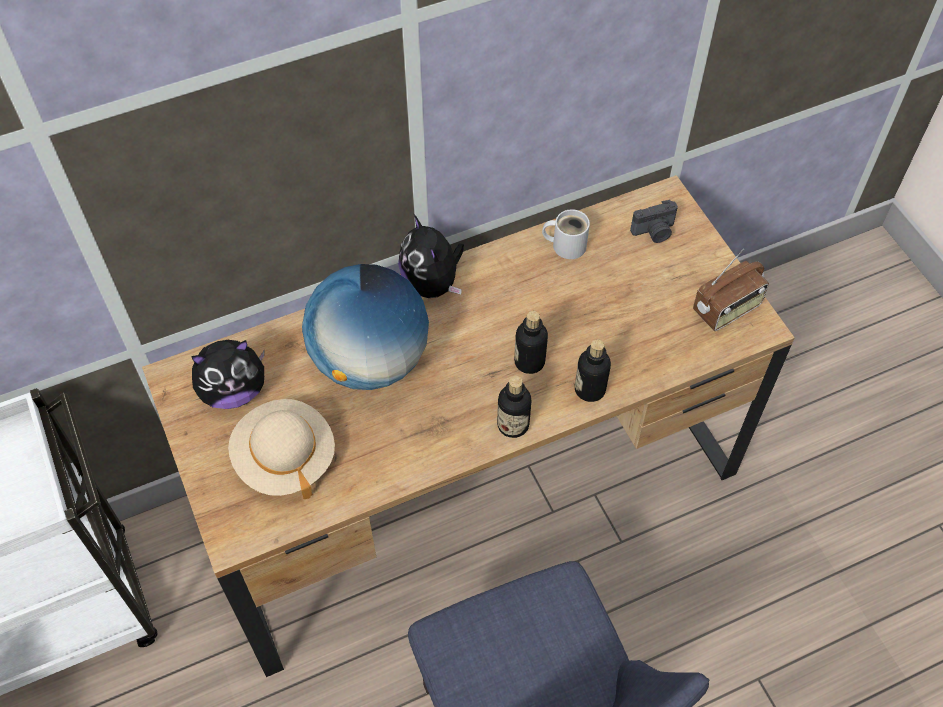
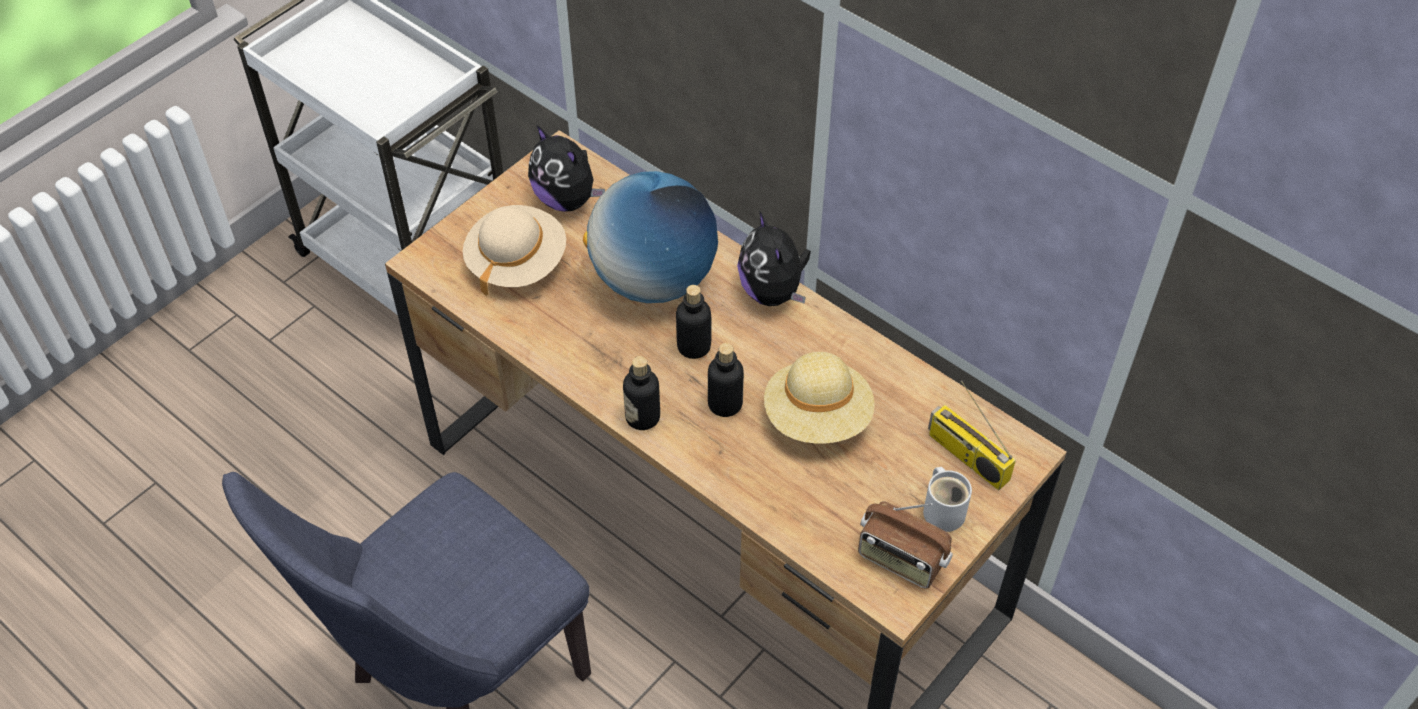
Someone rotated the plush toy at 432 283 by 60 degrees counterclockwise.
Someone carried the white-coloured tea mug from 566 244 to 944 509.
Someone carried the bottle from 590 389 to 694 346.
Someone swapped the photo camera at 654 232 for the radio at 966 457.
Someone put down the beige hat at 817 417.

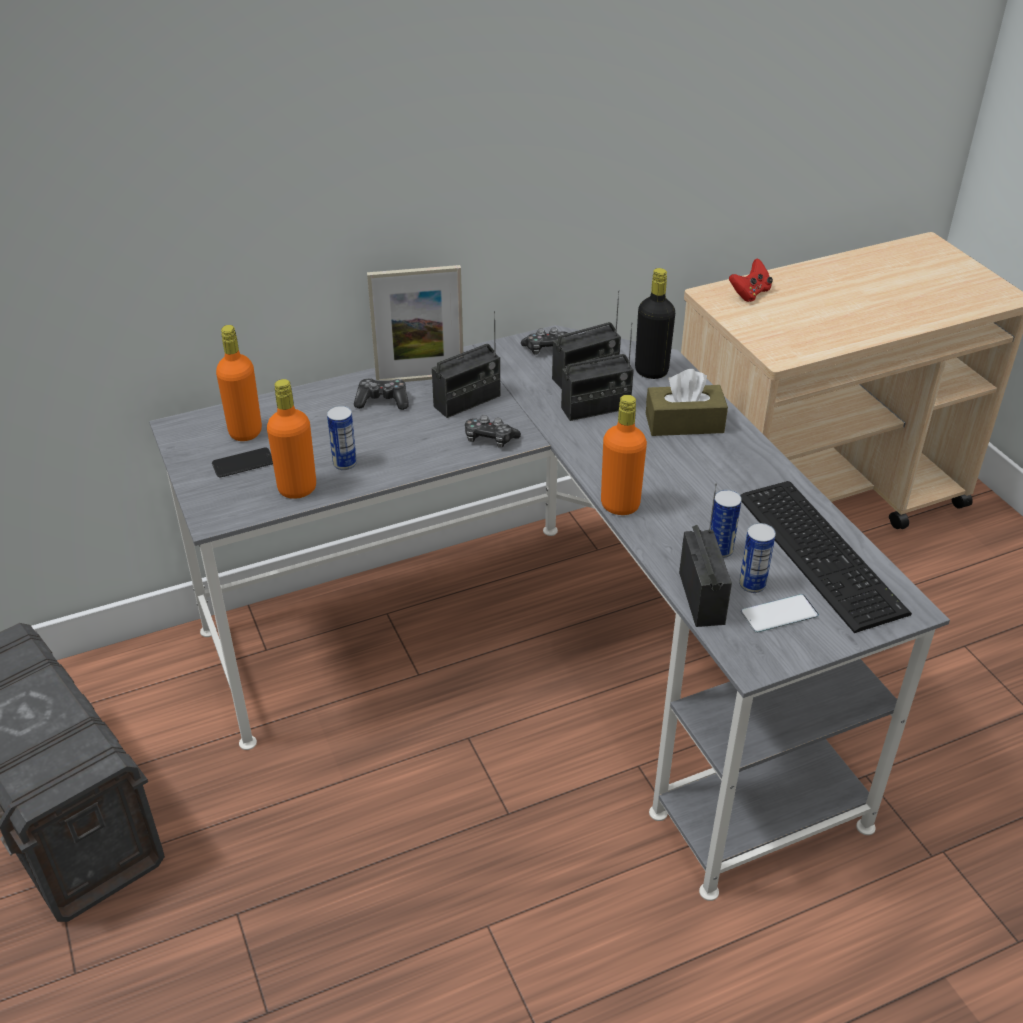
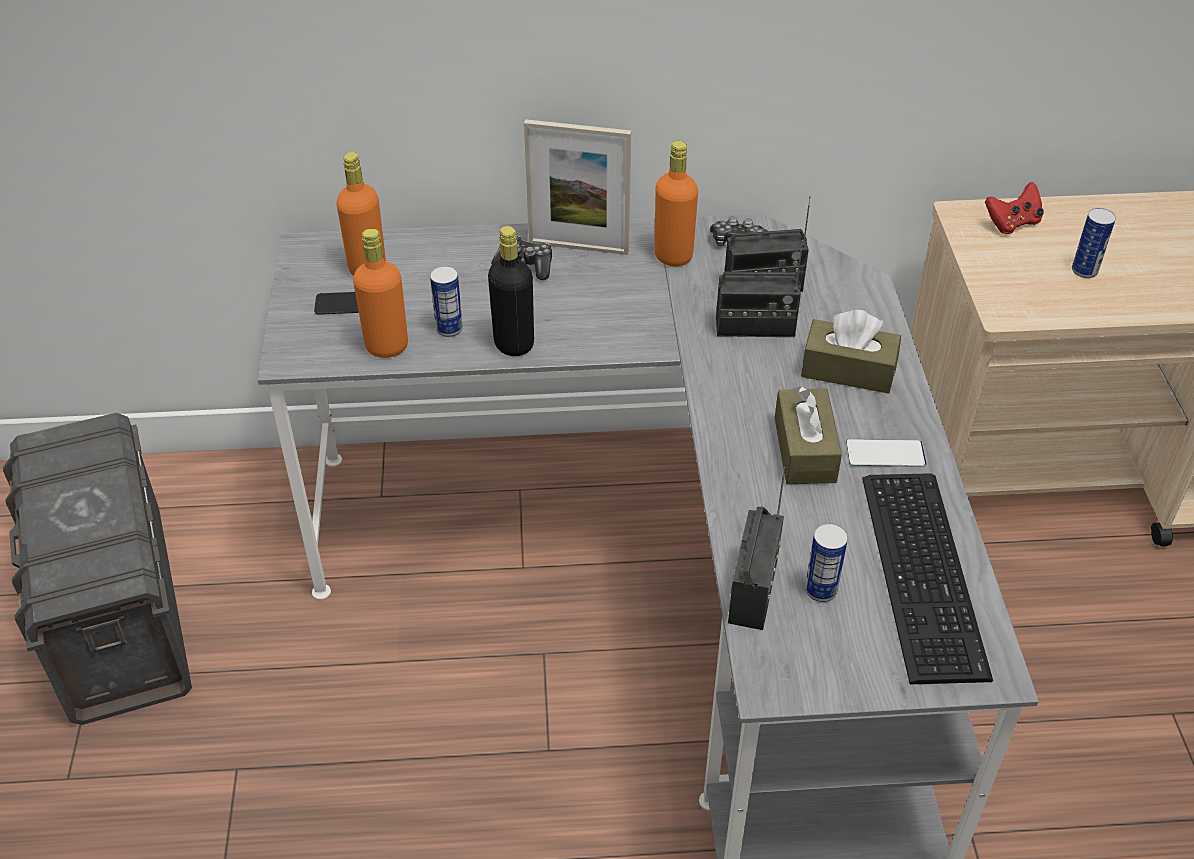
Someone took away the radio at 467 401.
Someone took away the gamepad at 489 439.
Someone carried the orange bottle from 620 505 to 673 256.
Someone carried the black bottle from 651 371 to 514 344.
Someone carried the metal can from 720 550 to 1084 271.
Someone carried the phone from 779 614 to 885 454.
Someone put down the brownish tissue box at 804 450.

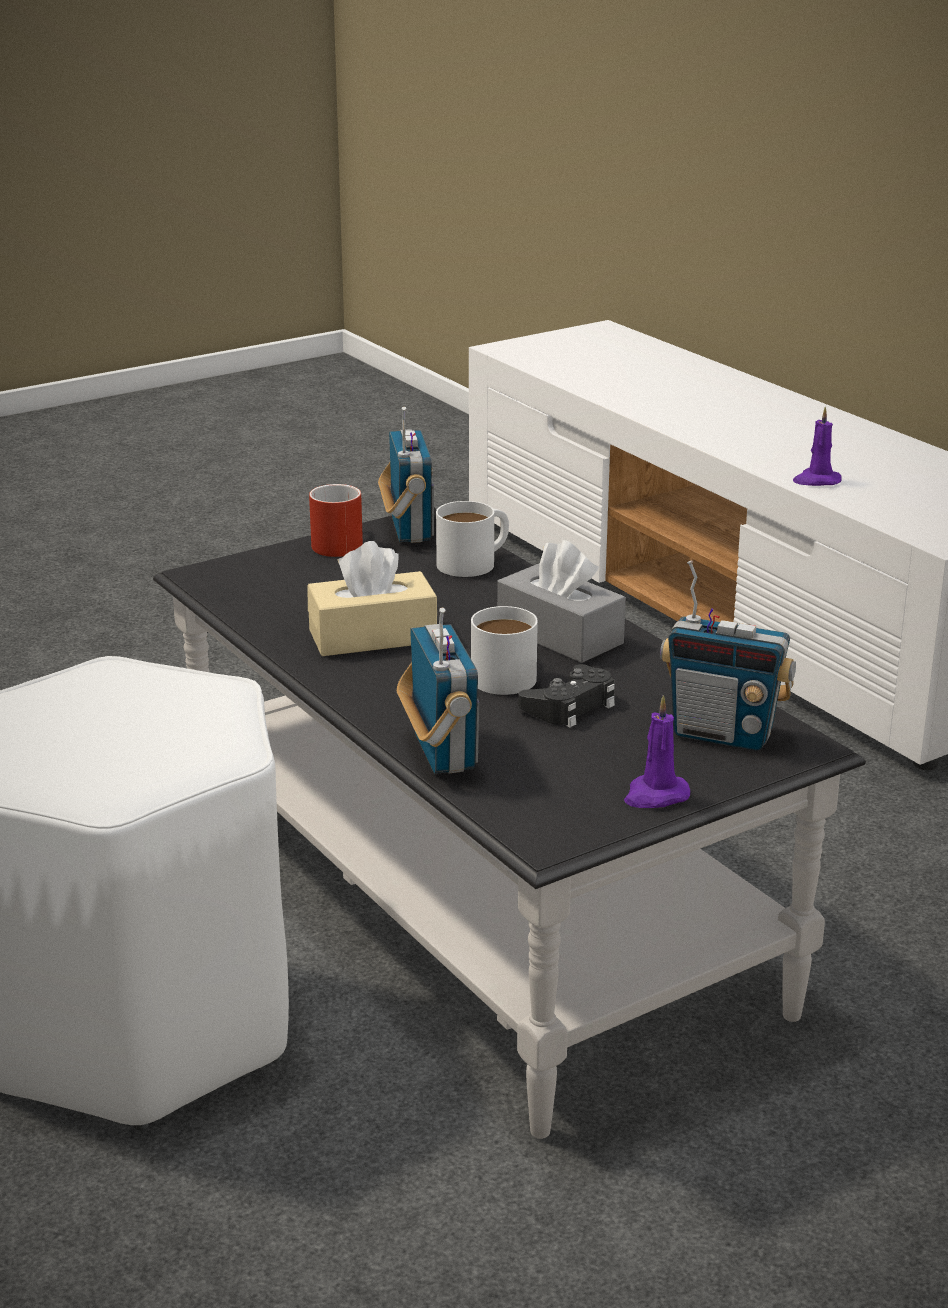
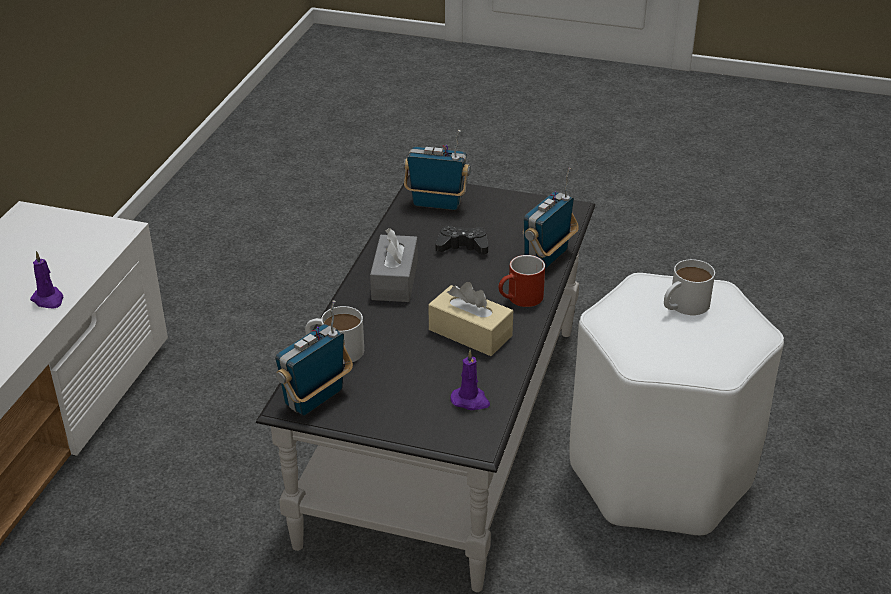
Someone carried the red-coloured tea mug from 337 542 to 520 300.
Someone carried the white-coloured tea mug from 504 672 to 683 306.
Someone carried the purplish wax light from 655 796 to 470 400.
Someone rotated the radio at 722 734 by 60 degrees counterclockwise.

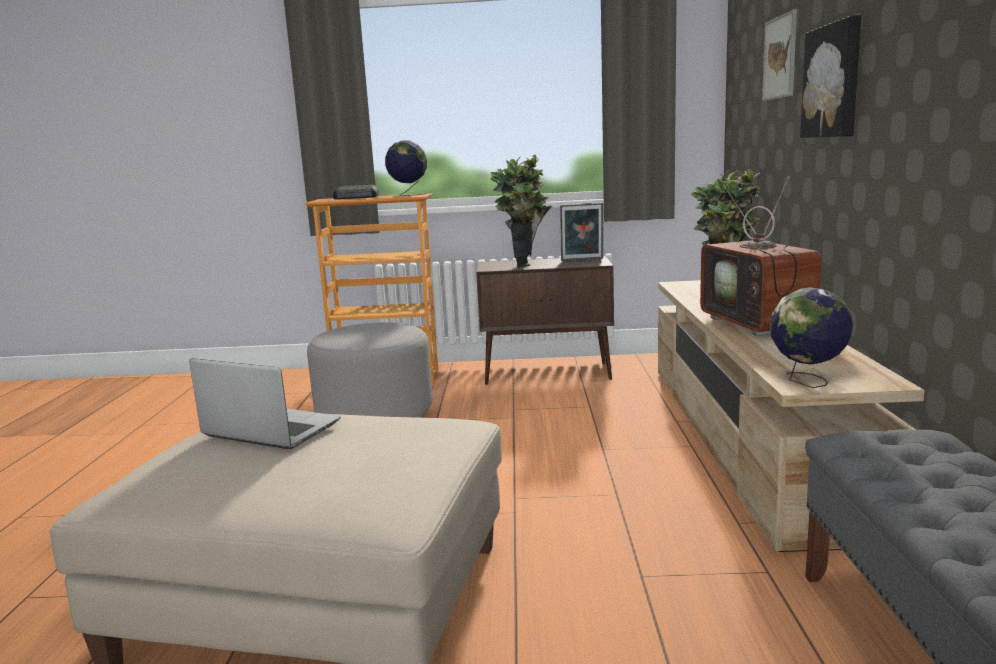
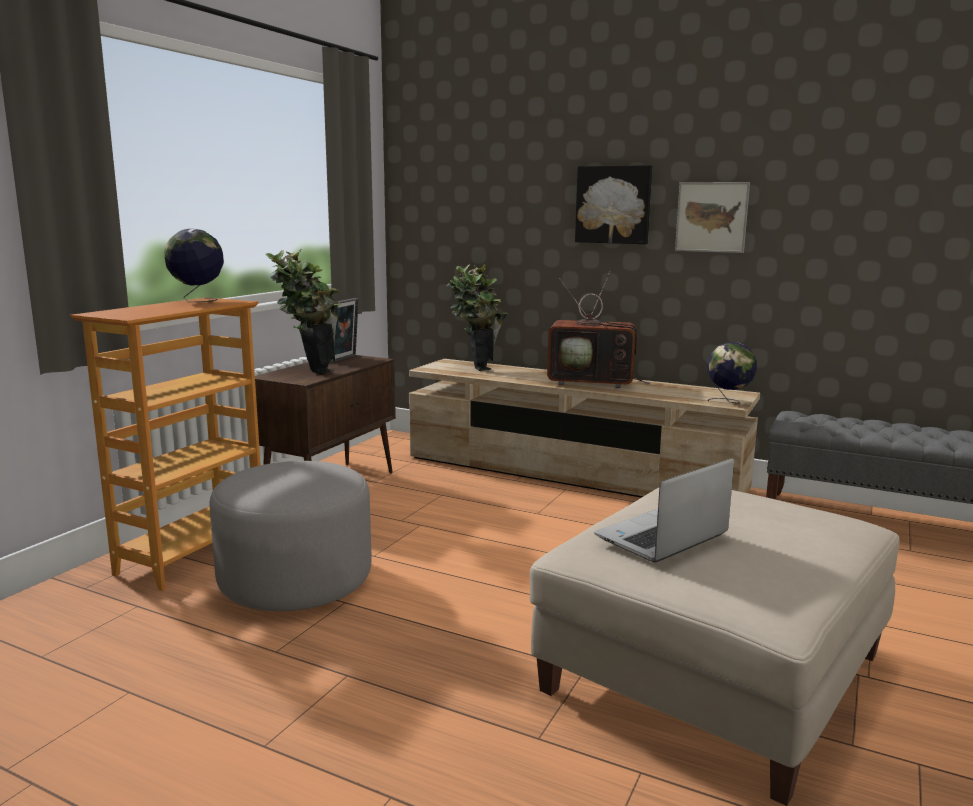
Someone took away the radio at 357 197.
Someone carried the picture from 780 57 to 711 217.

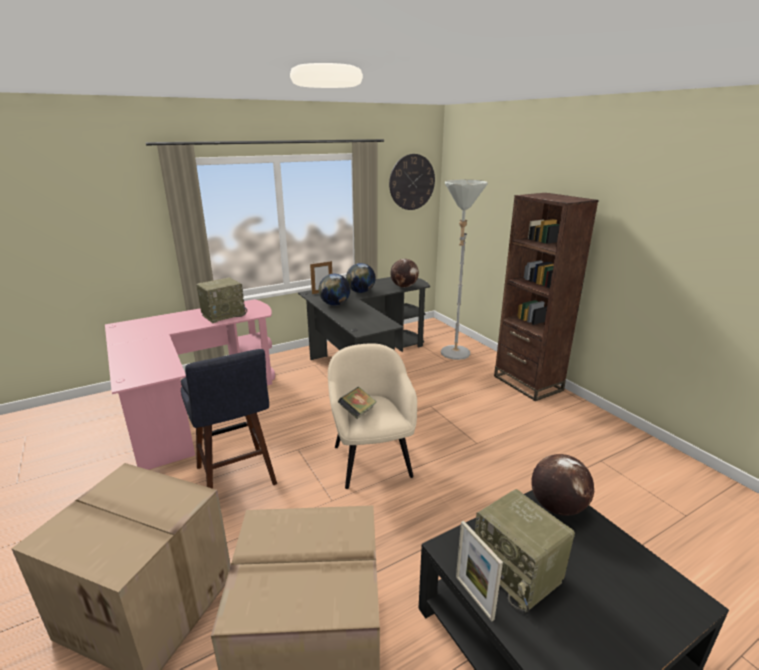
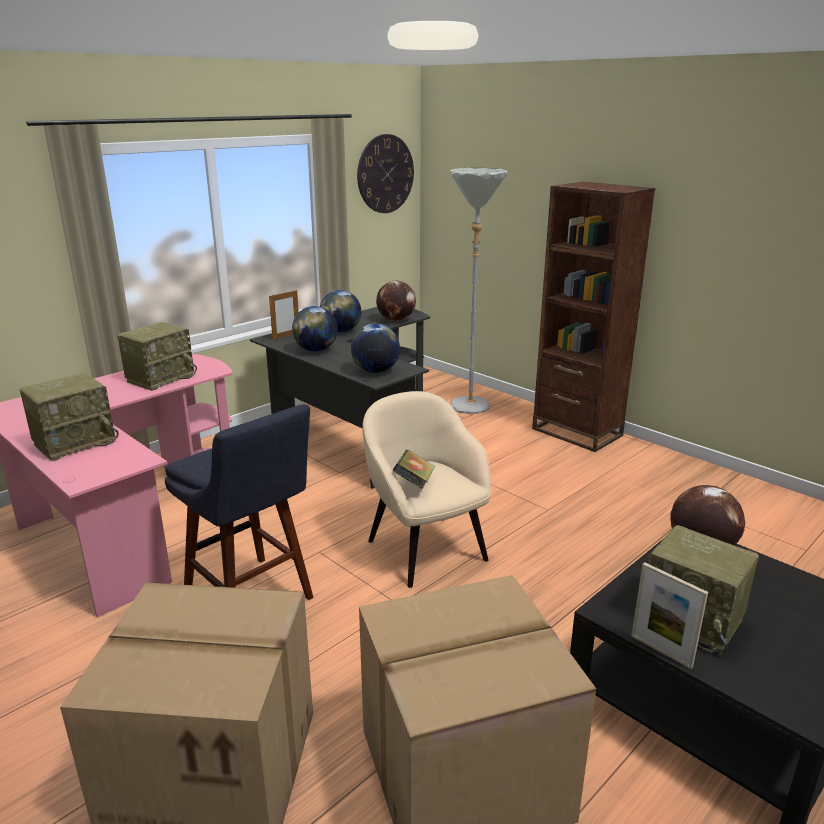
Someone put down the radio at 75 442.
Someone put down the globe at 375 371.

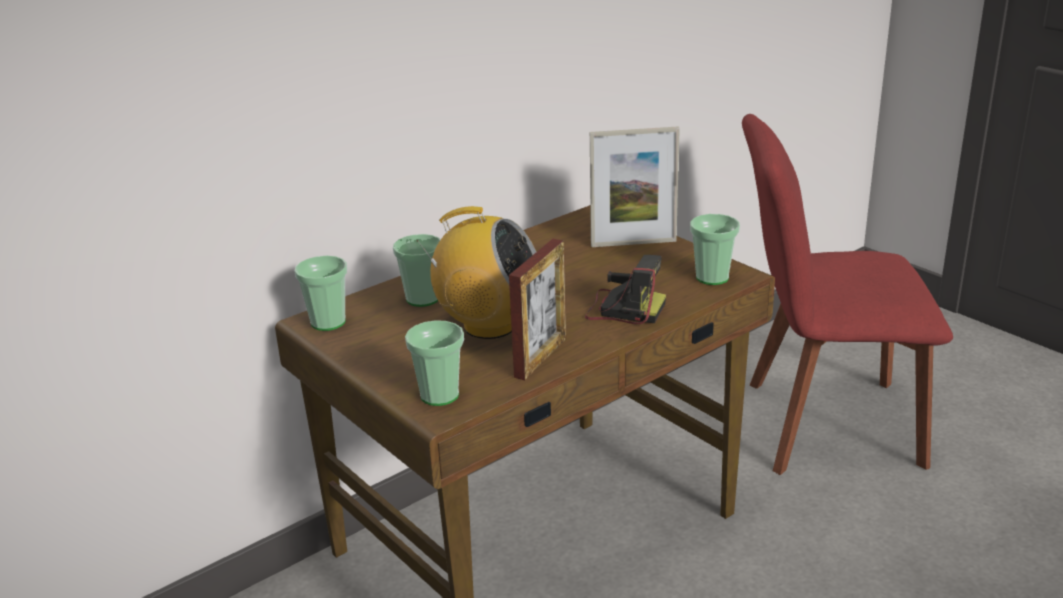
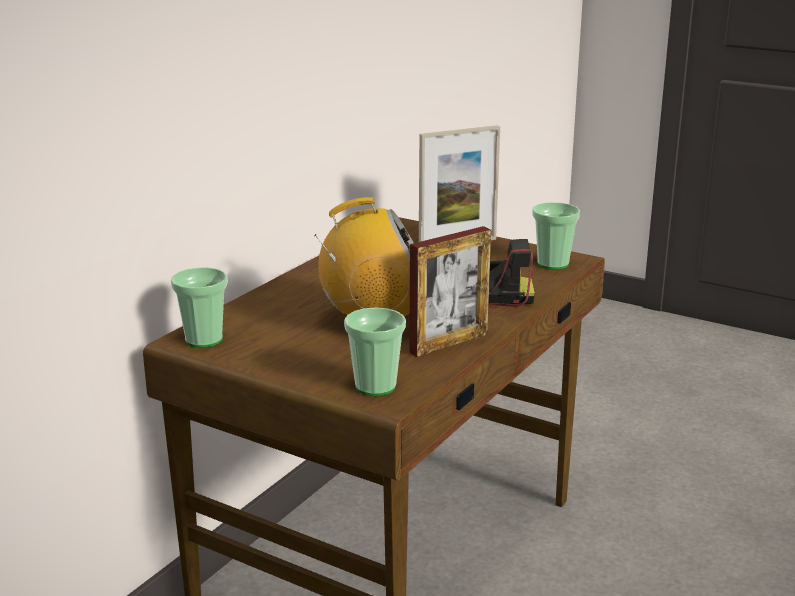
Someone took away the cup at 422 299.
Someone rotated the picture frame at 540 357 by 45 degrees clockwise.
Someone took away the red-coloured plain chair at 823 425.

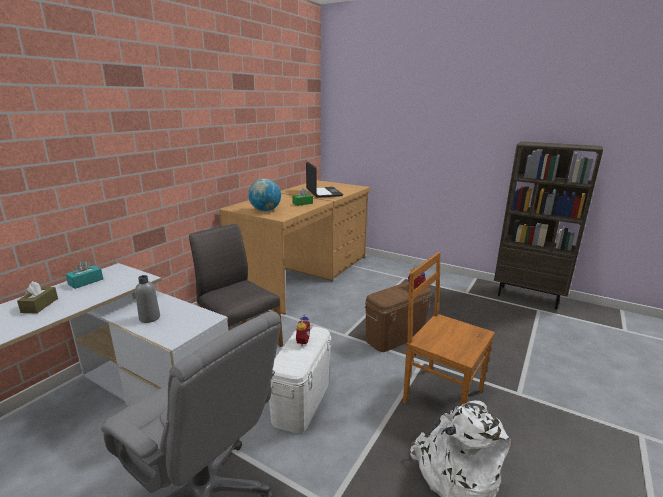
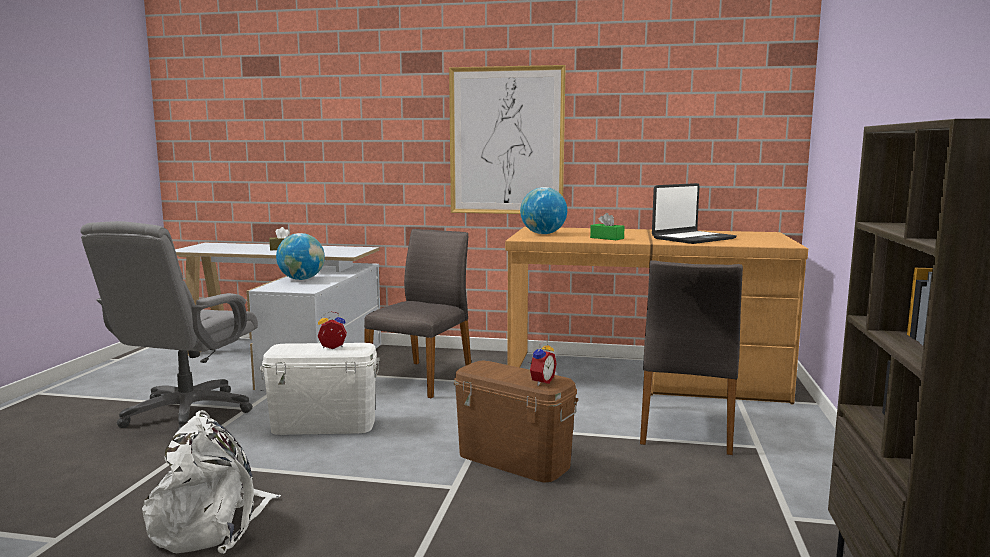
Someone took away the blue-green tissue box at 86 282.
Someone swapped the grey bottle at 149 318 for the globe at 302 279.
Someone took away the brownish plain chair at 441 394.
Someone put up the picture at 506 141.
Someone put down the grey plain chair at 687 429.

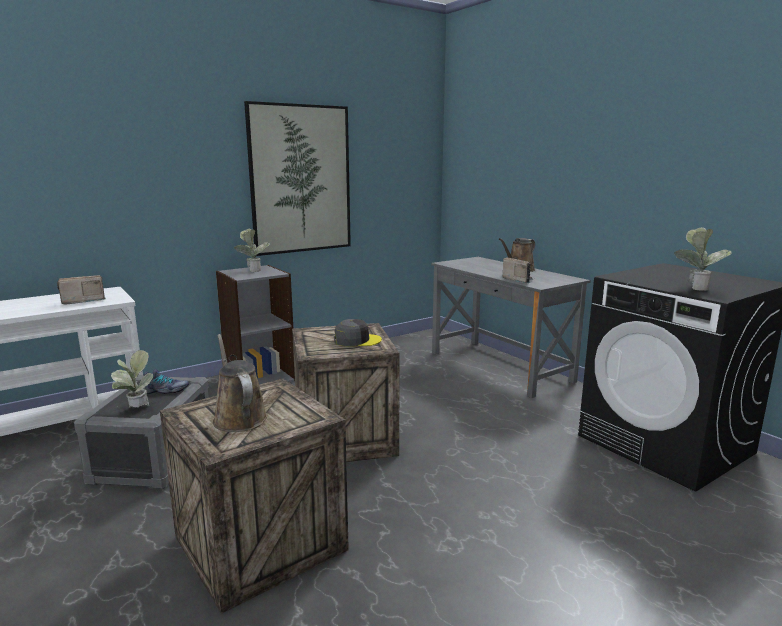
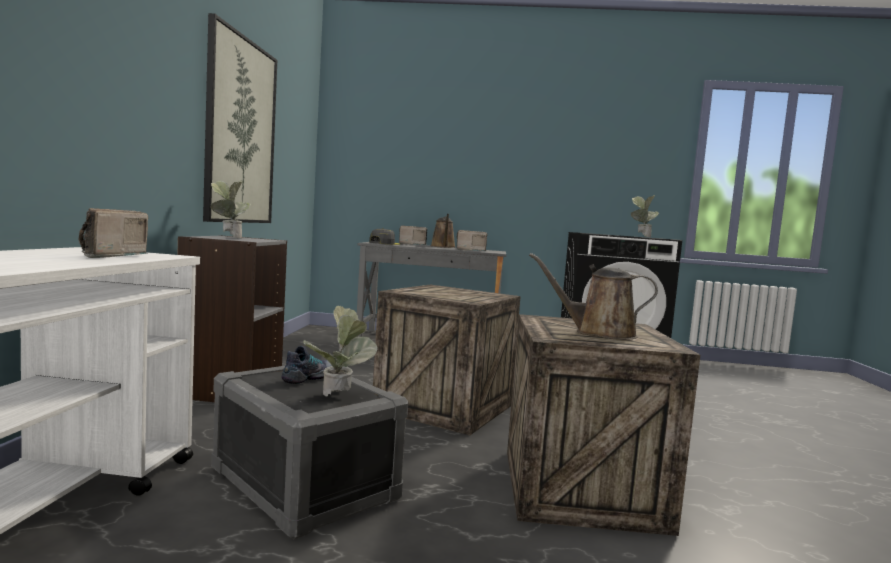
Someone carried the grey cap from 357 340 to 384 243.
Someone put down the radio at 412 244.

